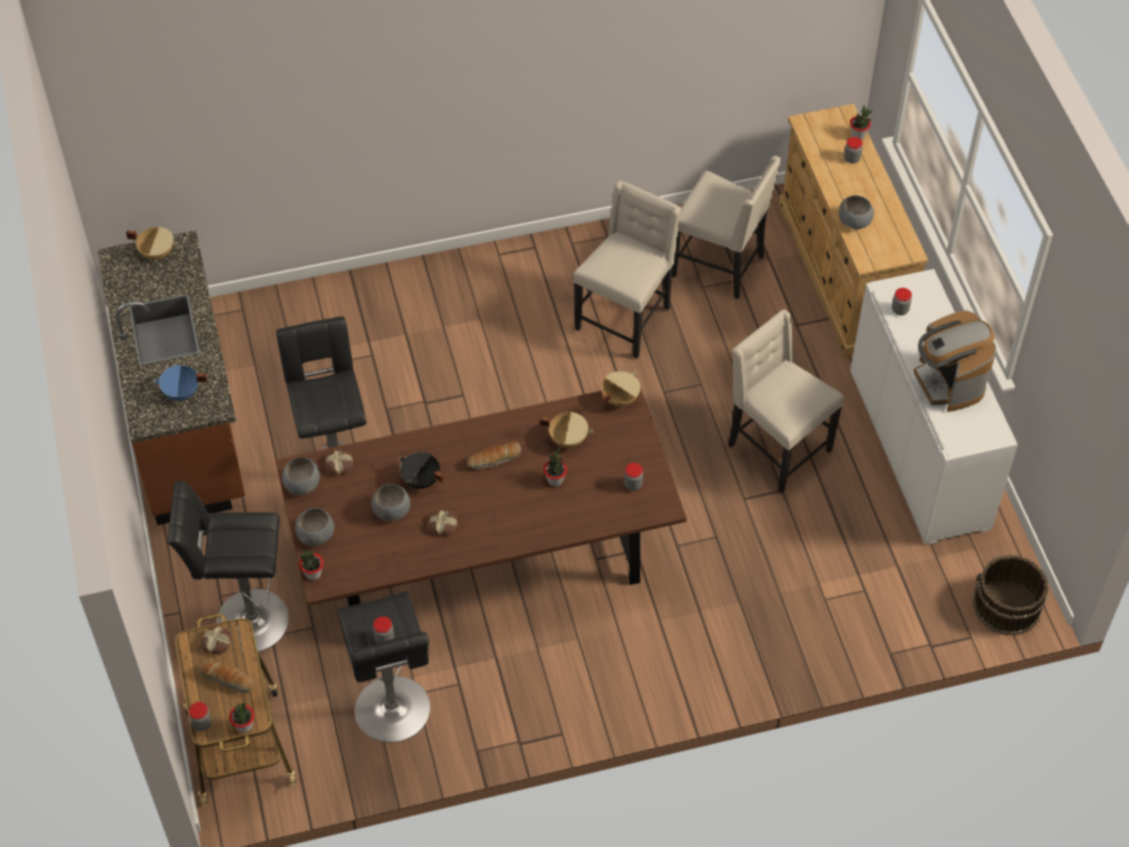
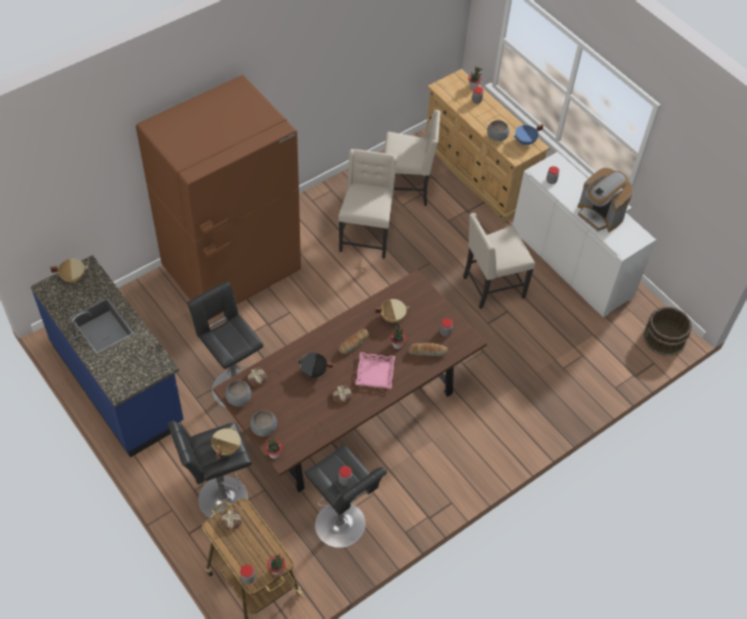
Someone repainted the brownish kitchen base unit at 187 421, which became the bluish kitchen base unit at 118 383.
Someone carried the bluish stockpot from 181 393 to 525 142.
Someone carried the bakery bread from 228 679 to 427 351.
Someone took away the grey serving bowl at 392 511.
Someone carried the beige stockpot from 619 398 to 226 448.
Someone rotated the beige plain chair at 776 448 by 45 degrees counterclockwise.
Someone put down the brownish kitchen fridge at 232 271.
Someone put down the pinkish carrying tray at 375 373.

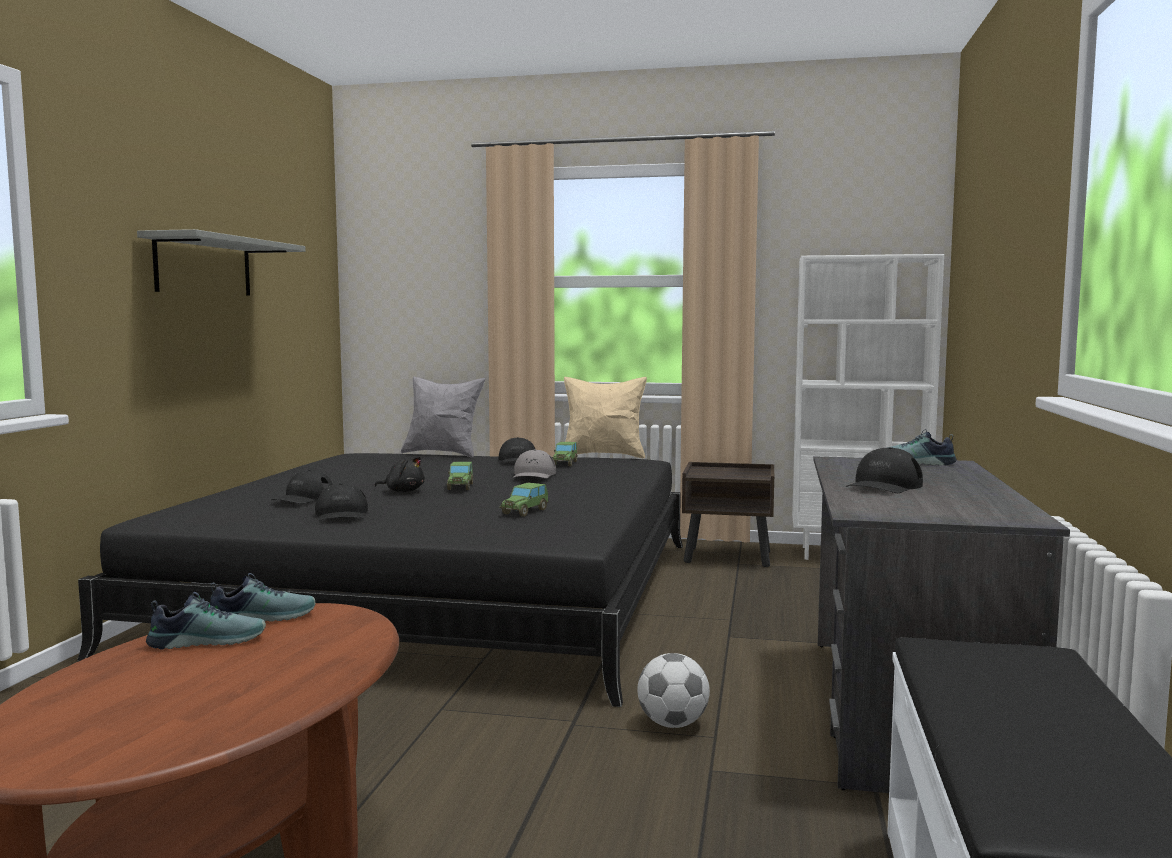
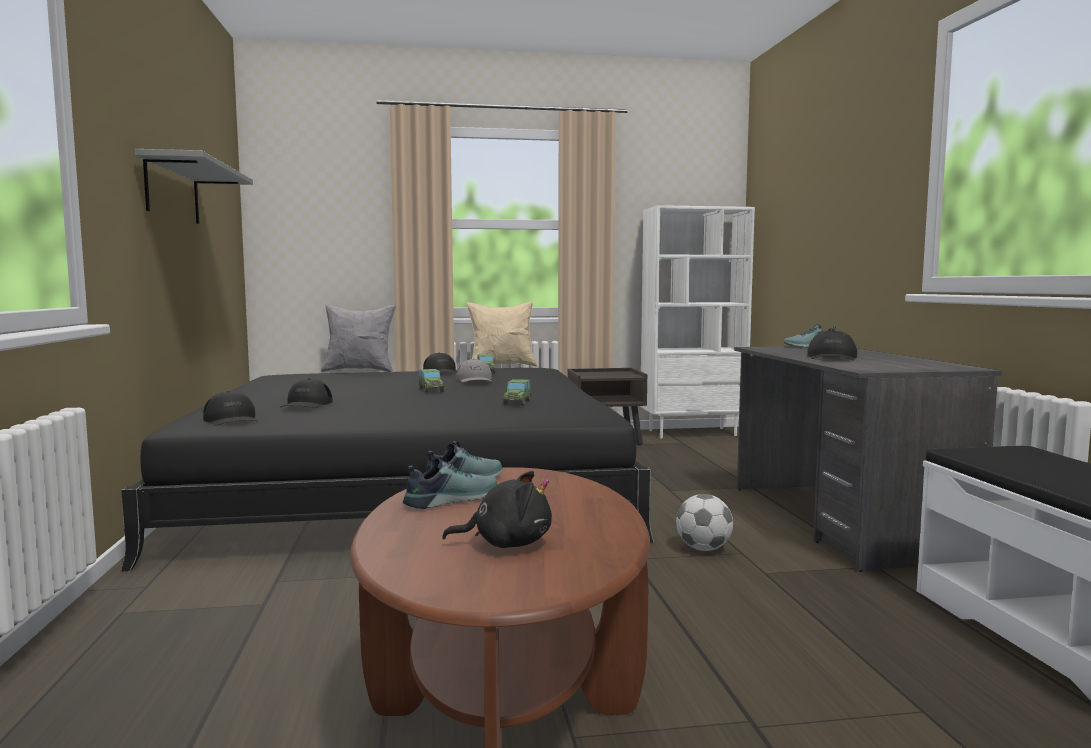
Someone carried the black cap from 341 514 to 232 420.
Someone carried the black plush toy from 403 491 to 506 543.

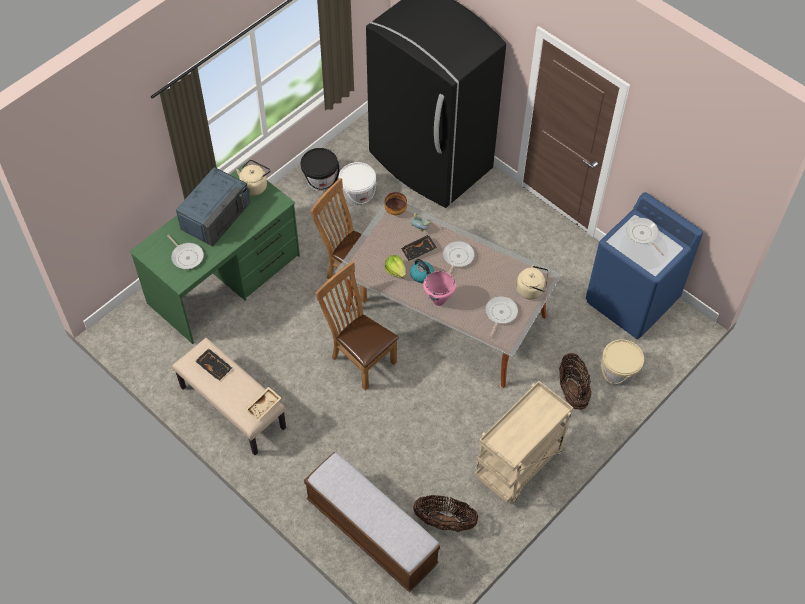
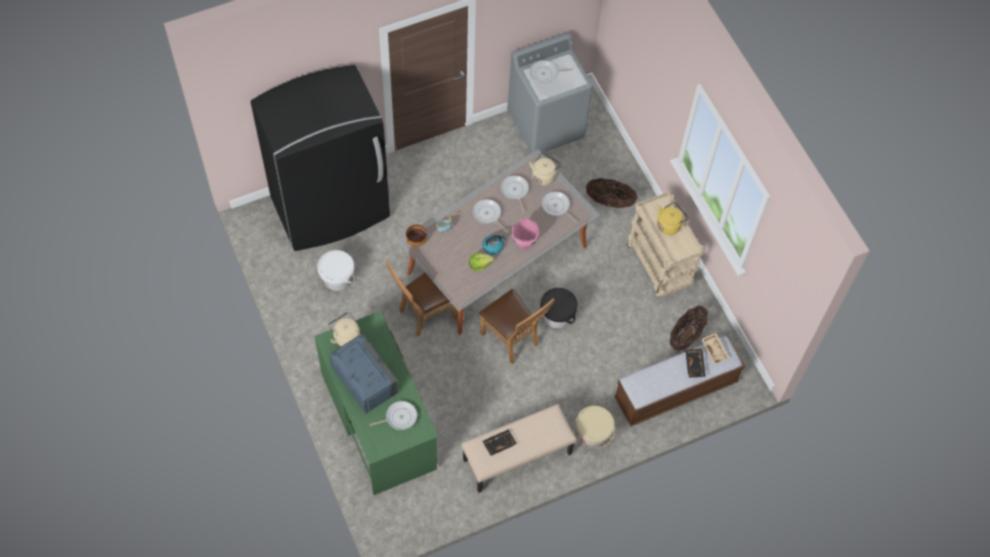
Someone carried the beige carrying tray from 264 406 to 715 350.
Someone carried the black water bucket from 320 179 to 557 316.
Someone rotated the brownish plain chair at 360 358 by 105 degrees counterclockwise.
Someone carried the black carrying tray from 418 251 to 695 364.
Someone repainted the bluish laundry appliance at 632 300, which became the grey laundry appliance at 546 124.
Someone carried the beige water bucket from 618 372 to 592 434.
Someone put down the frying pan at 515 191.
Someone put down the yellow kettle at 669 225.

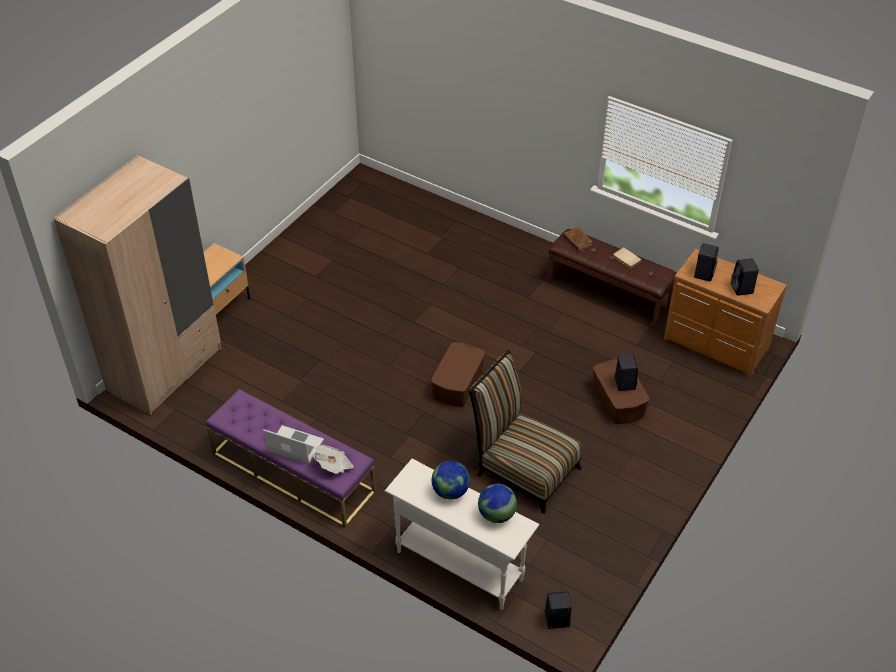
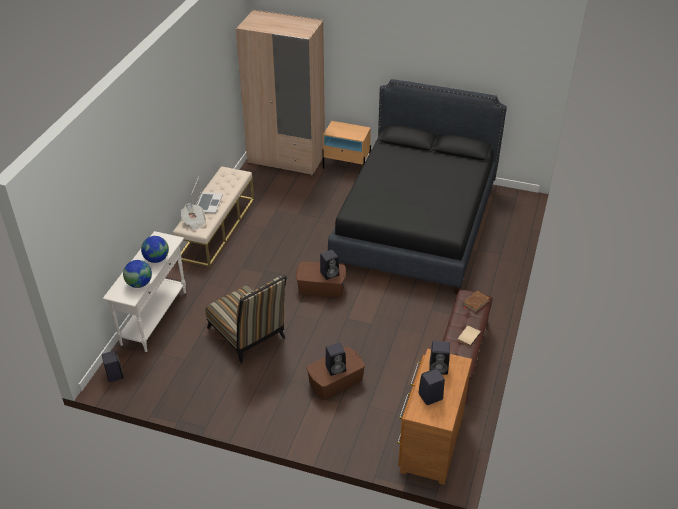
Someone repainted the purplish long seat at 293 472, which became the beige long seat at 217 228.
Someone rotated the plain chair at 523 468 by 120 degrees clockwise.
Someone put down the black audio speaker at 330 273.
Someone put down the black bed at 416 224.

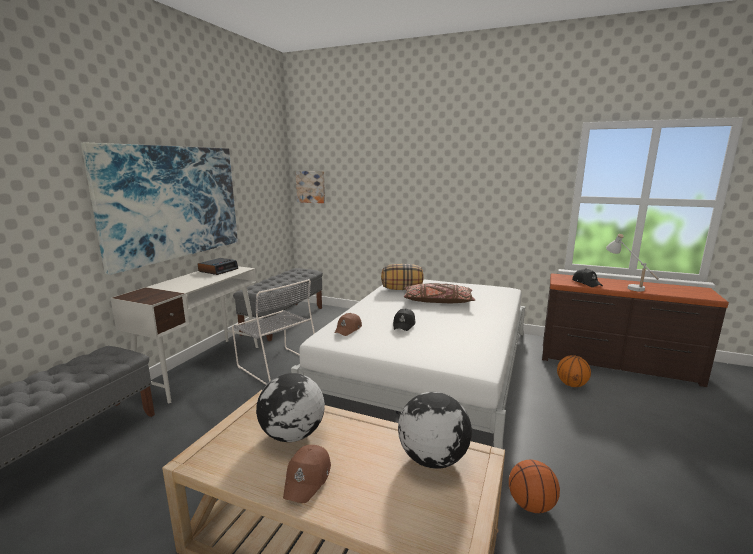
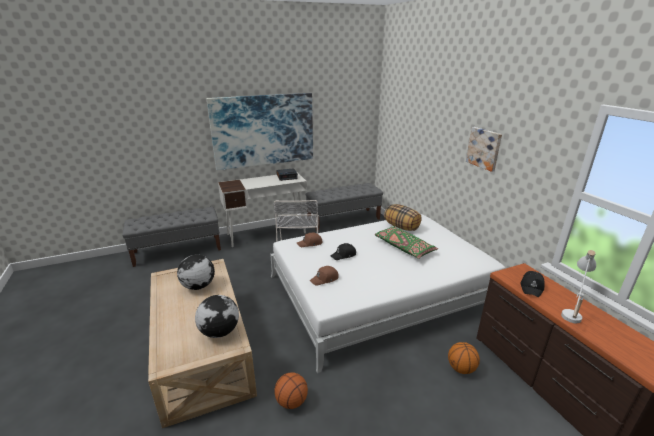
Someone carried the brownish cap from 308 478 to 325 279.
Someone carried the picture from 311 186 to 484 148.
Someone repainted the brownish throw pillow at 438 301, which became the green throw pillow at 404 247.

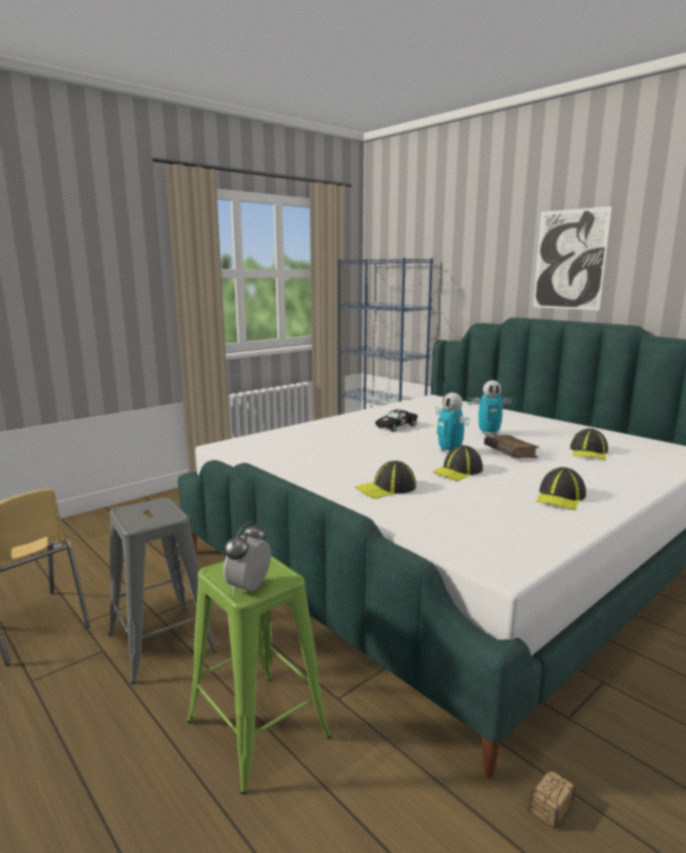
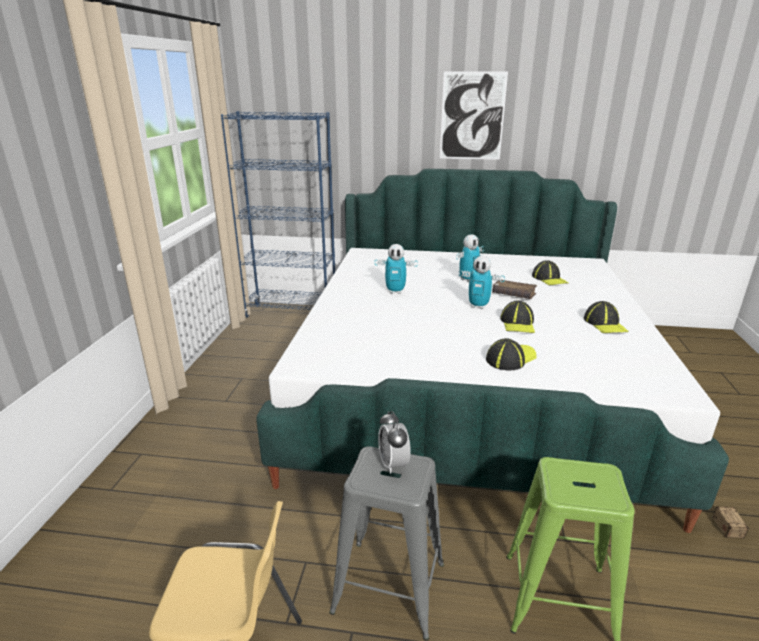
Someone carried the table clock from 249 588 to 393 464.
Someone rotated the cap at 386 488 by 150 degrees counterclockwise.
Someone swapped the black model car at 397 426 for the robot figure at 395 291.

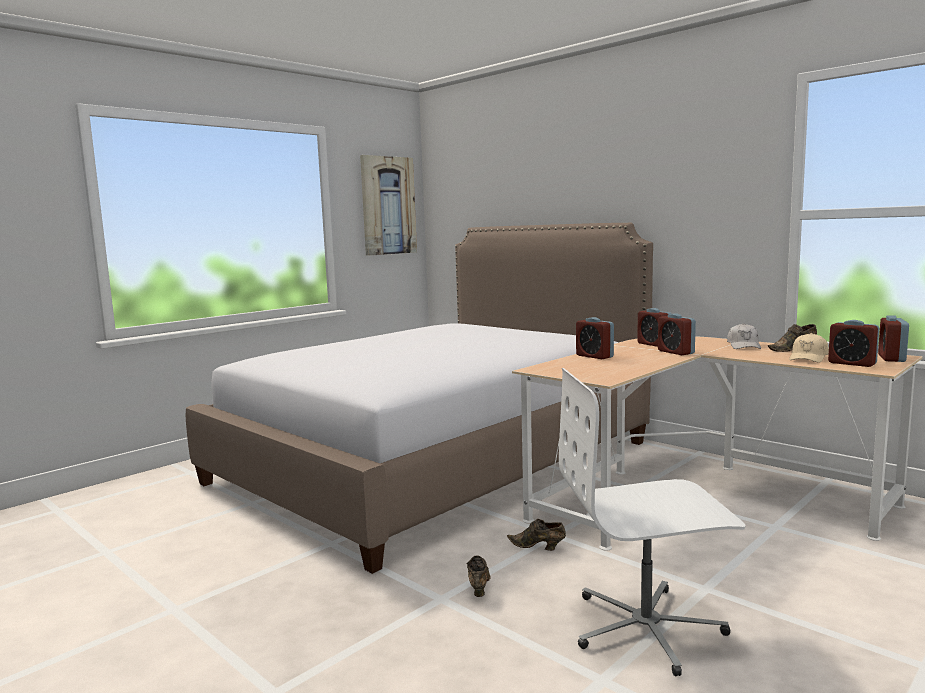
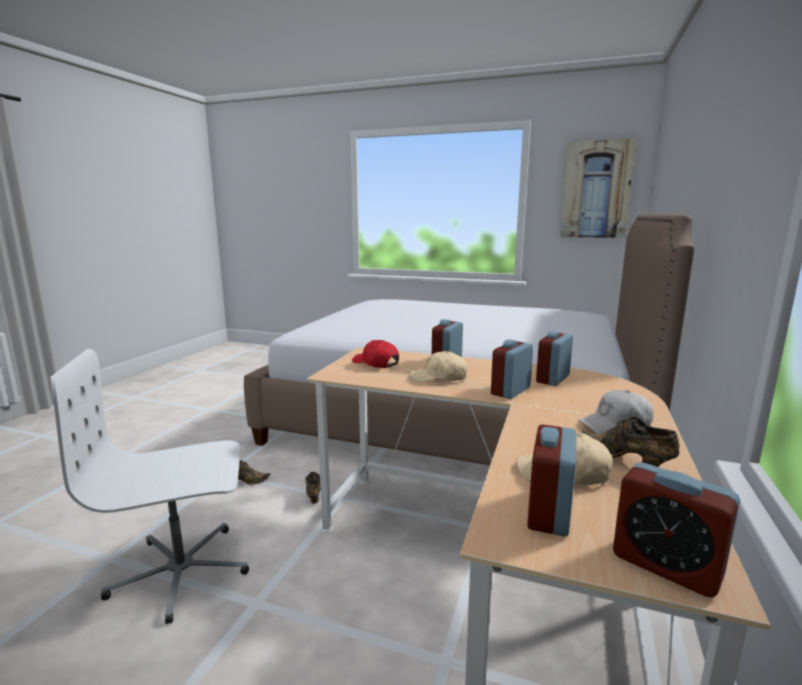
Someone rotated the white-coloured office chair at 647 628 by 75 degrees counterclockwise.
Someone rotated the table clock at 891 358 by 135 degrees counterclockwise.
Someone put down the red-coloured cap at 375 363.
Someone put down the beige cap at 439 377.

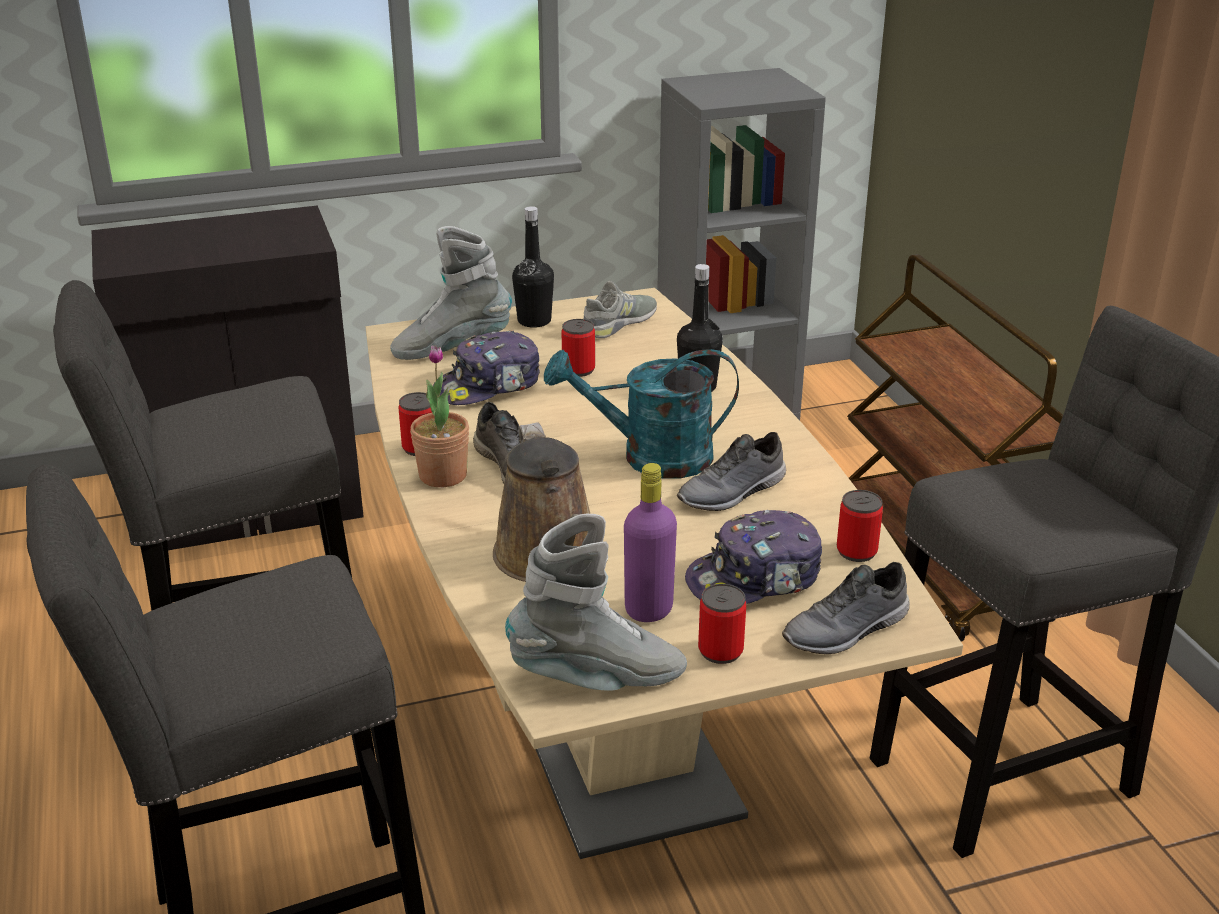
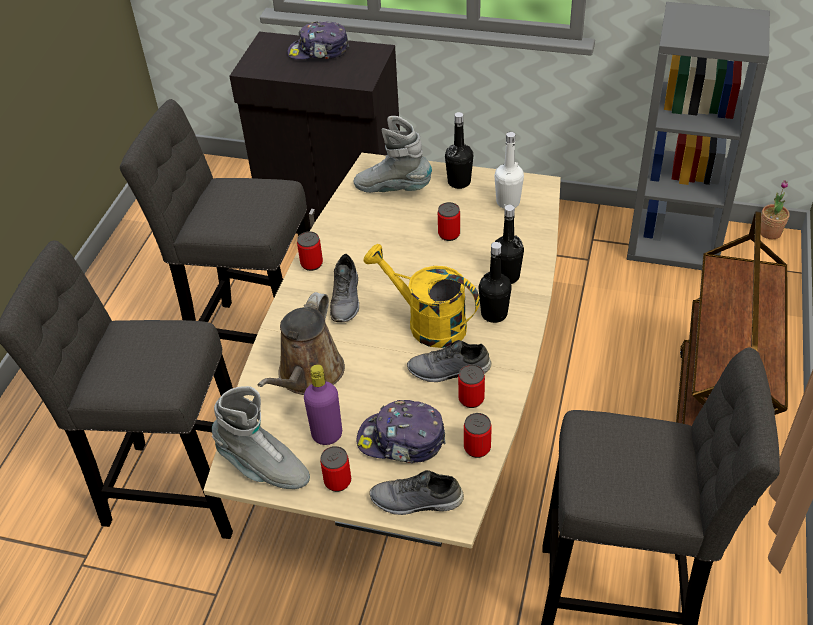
Someone carried the plant in a pot from 443 475 to 770 232.
Someone carried the cap from 489 386 to 319 51.
Someone repainted the blue-green watering pot at 650 457, which became the yellow watering pot at 427 323.
Someone swapped the grey item of footwear at 618 323 for the white-coloured bottle at 508 202.
Someone put down the metal can at 471 399.
Someone put down the black bottle at 494 314.

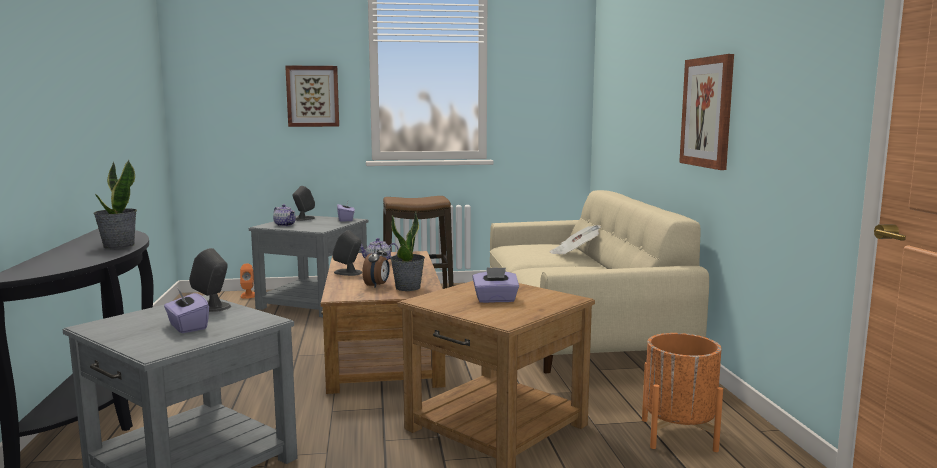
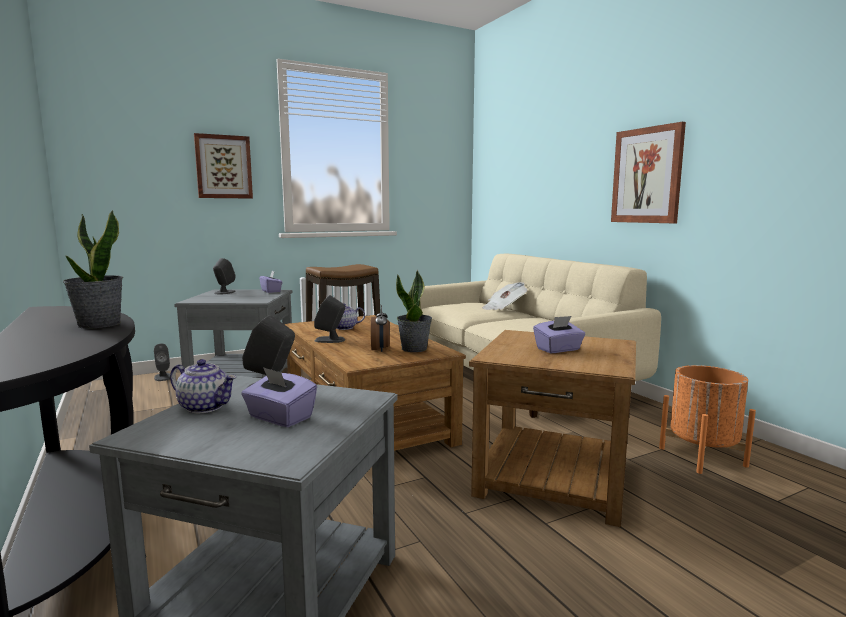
Someone repainted the orange audio speaker at 248 295, which became the grey audio speaker at 163 377.
Someone carried the tea pot from 285 225 to 206 407.

